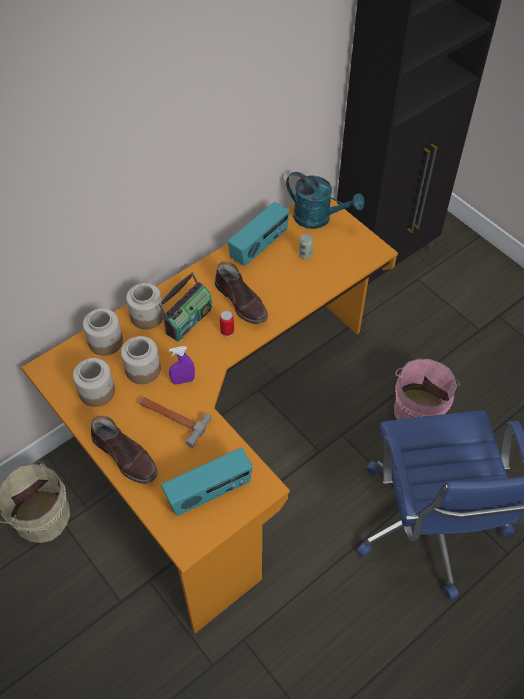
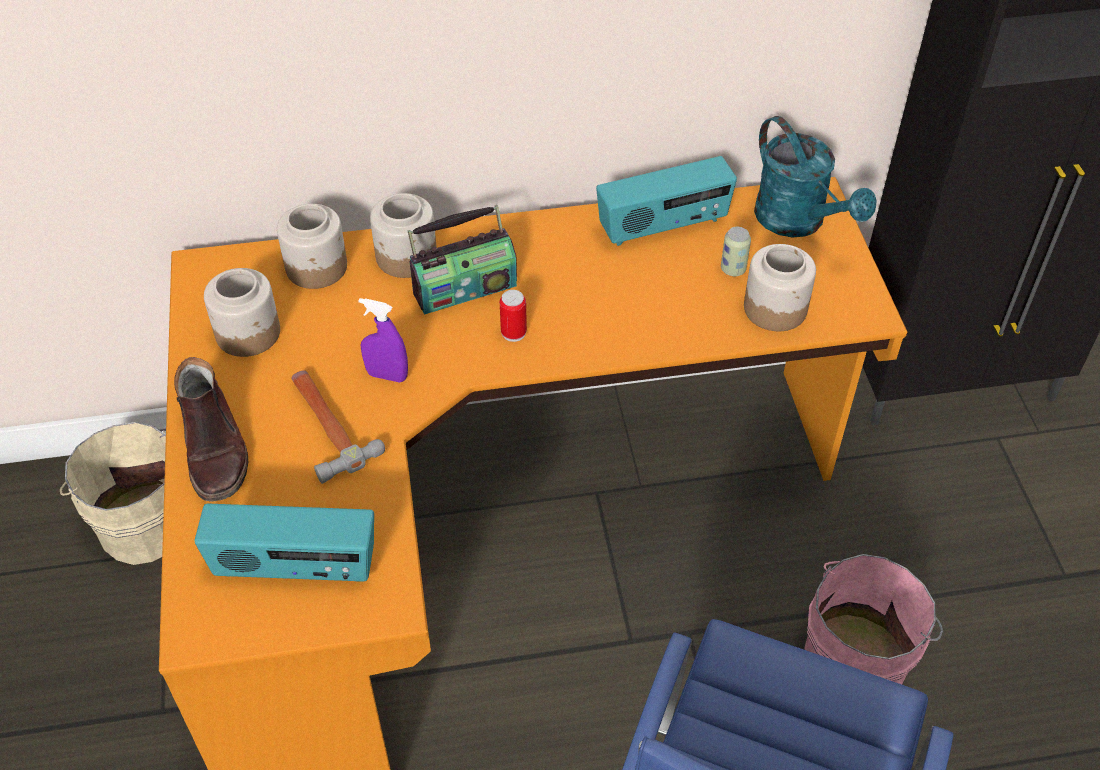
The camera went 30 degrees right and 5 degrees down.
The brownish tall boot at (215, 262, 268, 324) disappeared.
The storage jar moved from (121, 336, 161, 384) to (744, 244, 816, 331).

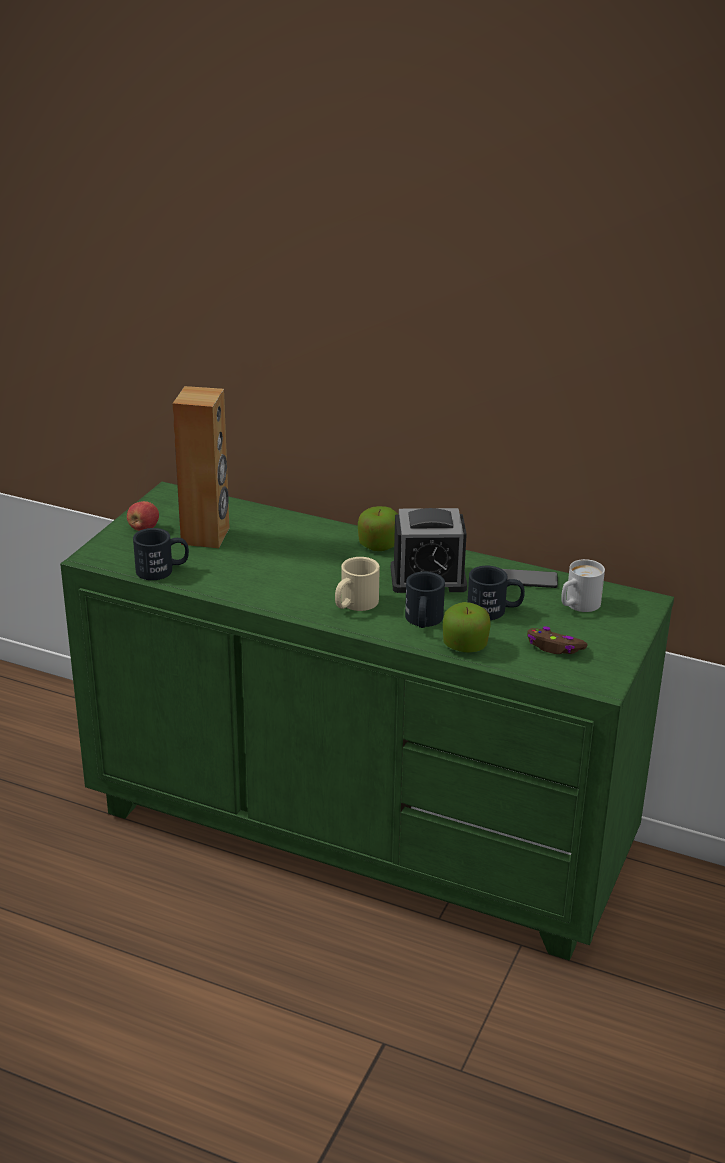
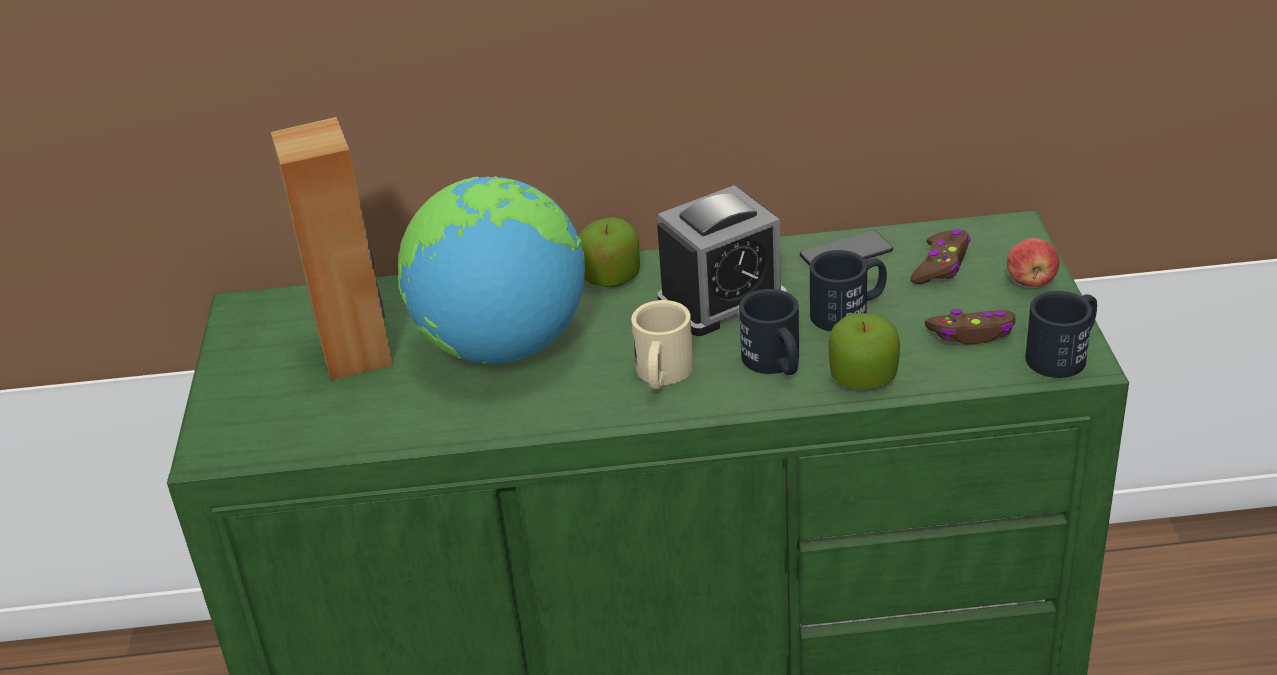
The camera went 25 degrees left and 5 degrees up.
The apple moved from (127, 501, 159, 531) to (1007, 238, 1060, 287).
The blackish mug moved from (133, 528, 189, 580) to (1025, 291, 1097, 378).
The whitish mug at (561, 559, 605, 612) was replaced by the brownish joypad at (911, 229, 970, 284).
The globe at (398, 176, 585, 364) appeared.

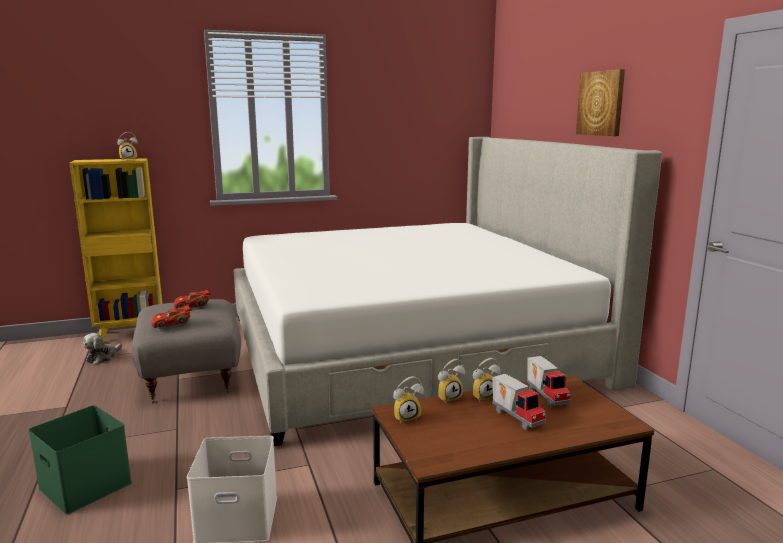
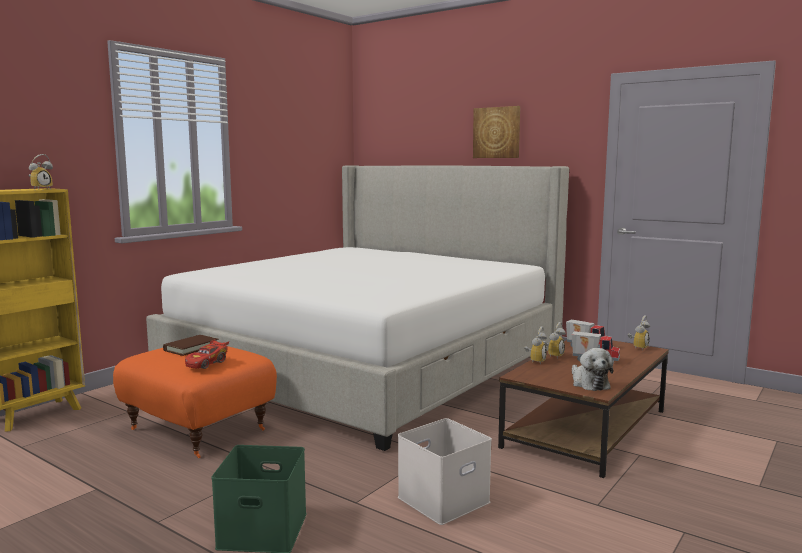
The camera went 35 degrees left and 5 degrees down.
The red-coloured miniature car at (174, 288, 211, 309) was replaced by the brownish volume at (163, 335, 219, 356).
The greyish ottoman at (132, 299, 241, 403) became the orange-coloured ottoman at (113, 346, 277, 458).
The plush toy moved from (83, 333, 122, 364) to (572, 348, 613, 391).
The bedside clock moved from (393, 376, 424, 423) to (628, 315, 650, 349).

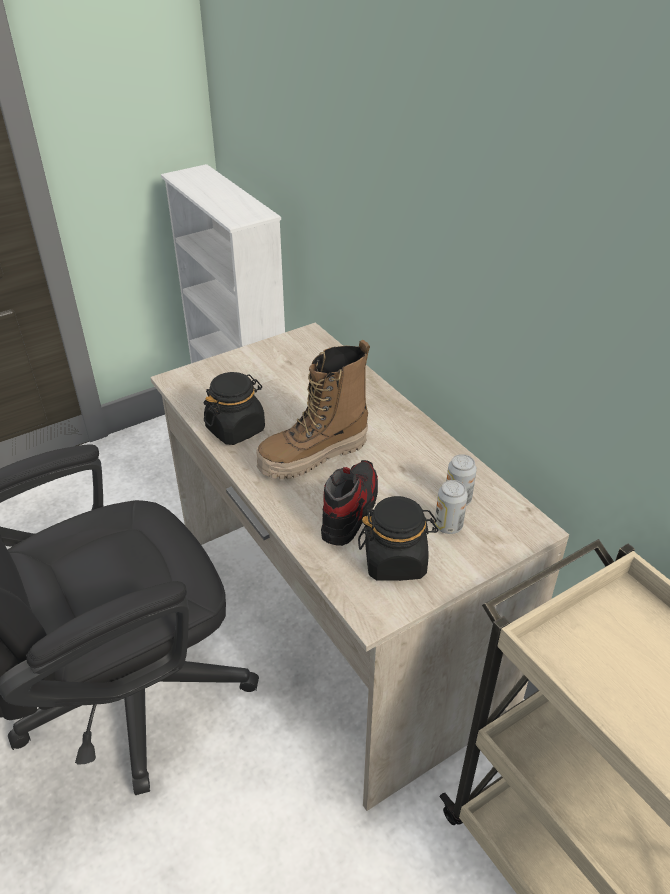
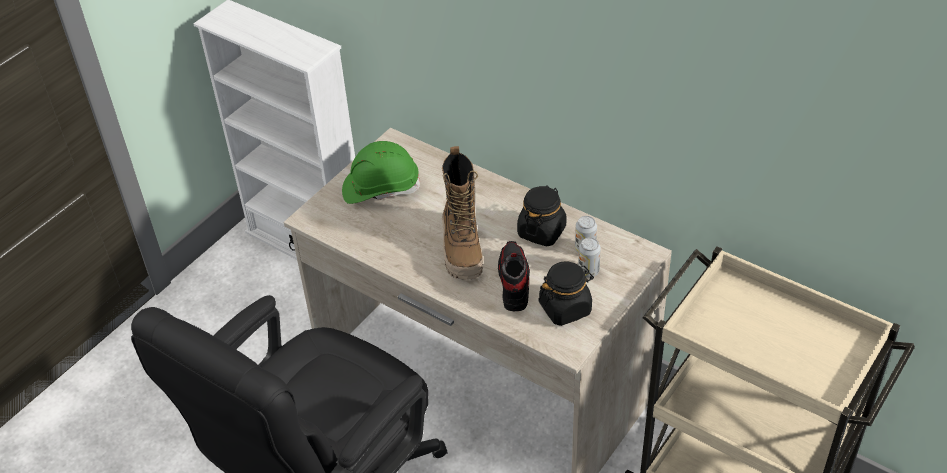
The camera went 20 degrees left and 5 degrees up.
The tall boot at (256, 339, 370, 479) turned 45 degrees counterclockwise.
The blackish storage jar moved from (204, 372, 265, 445) to (517, 185, 566, 246).
The green-coloured hard hat at (342, 141, 420, 204) appeared.

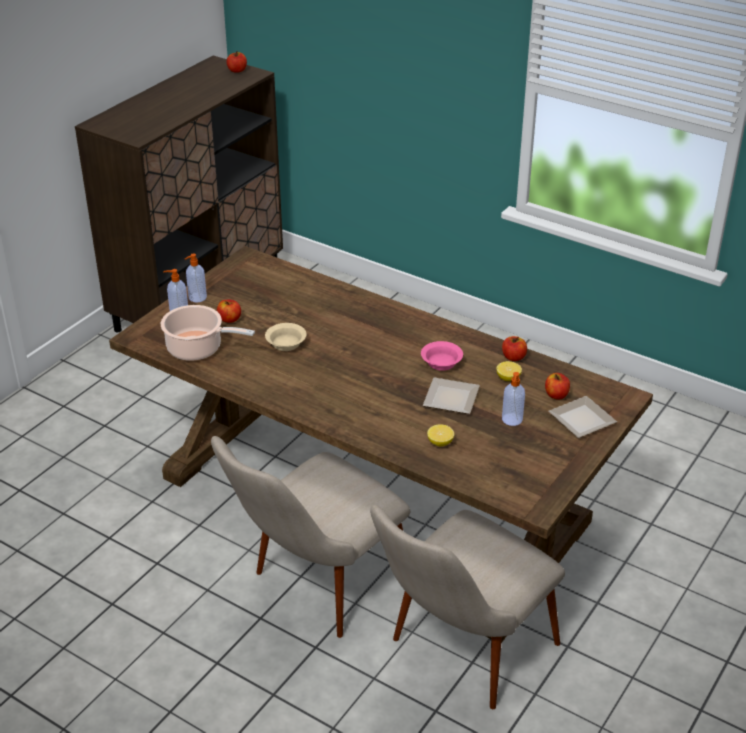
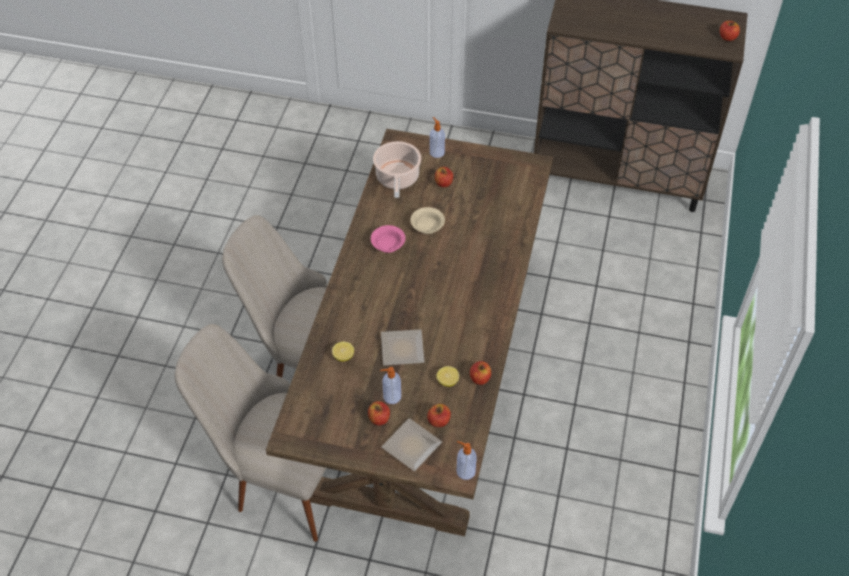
The camera went 70 degrees right and 15 degrees up.
The liquid soap bottle moved from (185, 253, 207, 302) to (457, 441, 477, 480).
The pink deep dish moved from (421, 341, 463, 371) to (371, 225, 406, 253).
The apple at (368, 401, 390, 425) appeared.

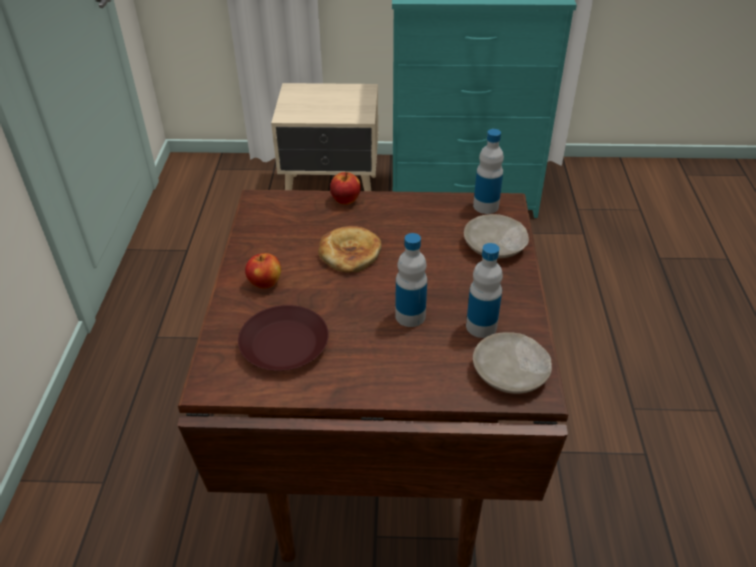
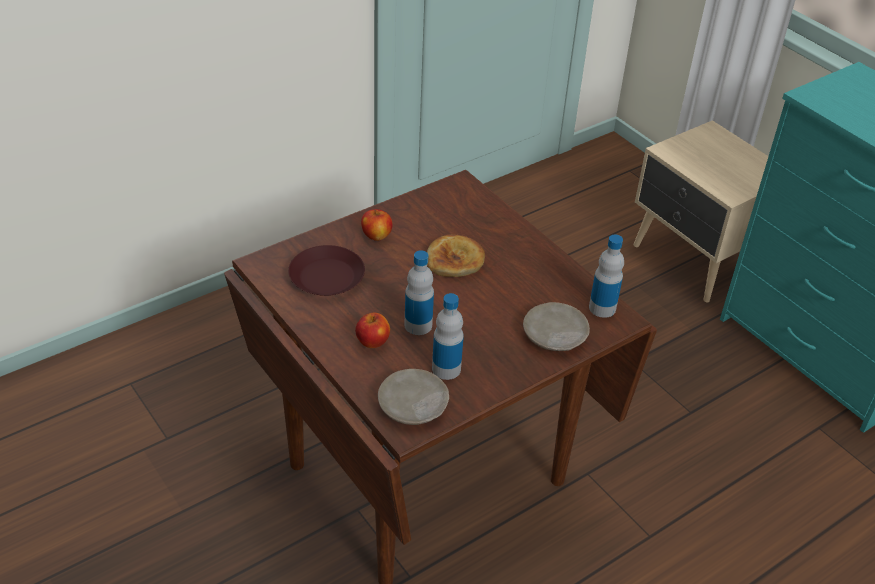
The camera went 50 degrees right and 0 degrees up.
The apple moved from (330, 172, 361, 205) to (355, 313, 390, 348).

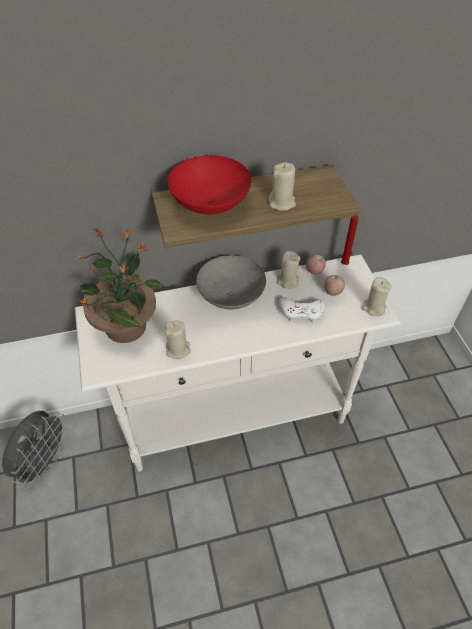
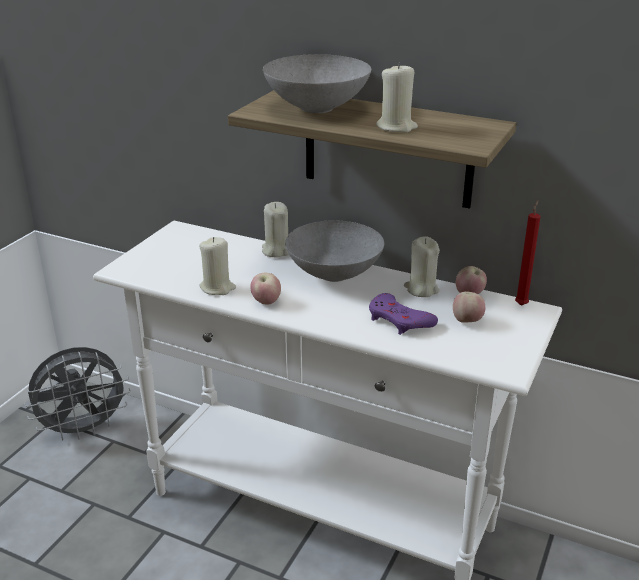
The camera went 40 degrees right and 20 degrees down.
The red-coloured deep dish at (167, 155, 252, 215) became the greyish deep dish at (263, 54, 371, 113).
The plant in a pot at (76, 228, 165, 343) disappeared.
The beige-coloured candle moved from (362, 277, 392, 316) to (262, 202, 289, 257).
The whitish joypad at (279, 297, 325, 323) became the purple-coloured joypad at (369, 293, 438, 335).
The apple at (250, 273, 281, 304) appeared.

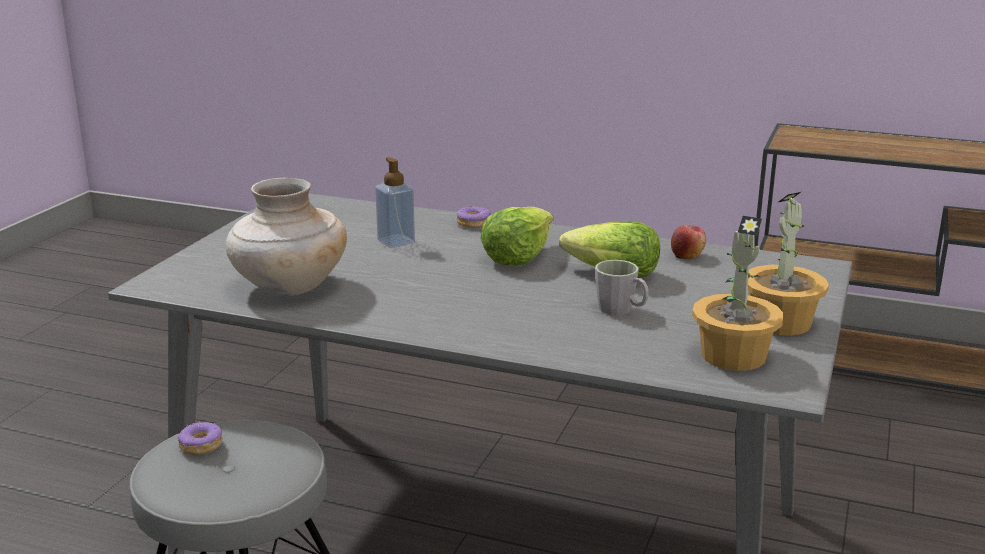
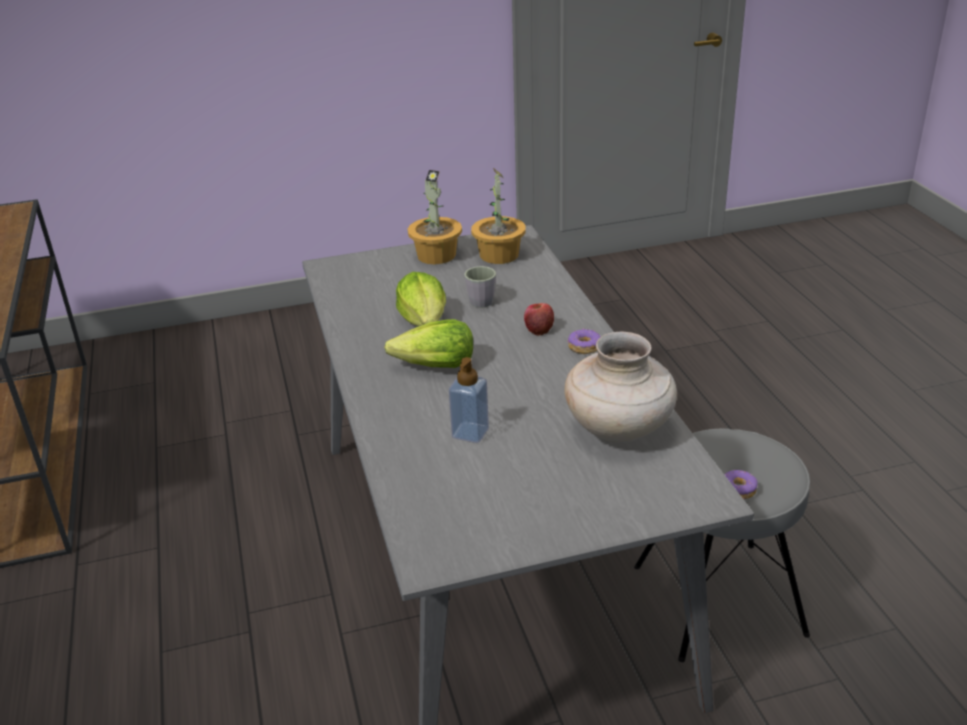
The camera went 125 degrees left and 10 degrees up.
The donut moved from (457, 206, 491, 228) to (567, 328, 601, 354).
The apple moved from (671, 225, 706, 259) to (524, 303, 554, 336).

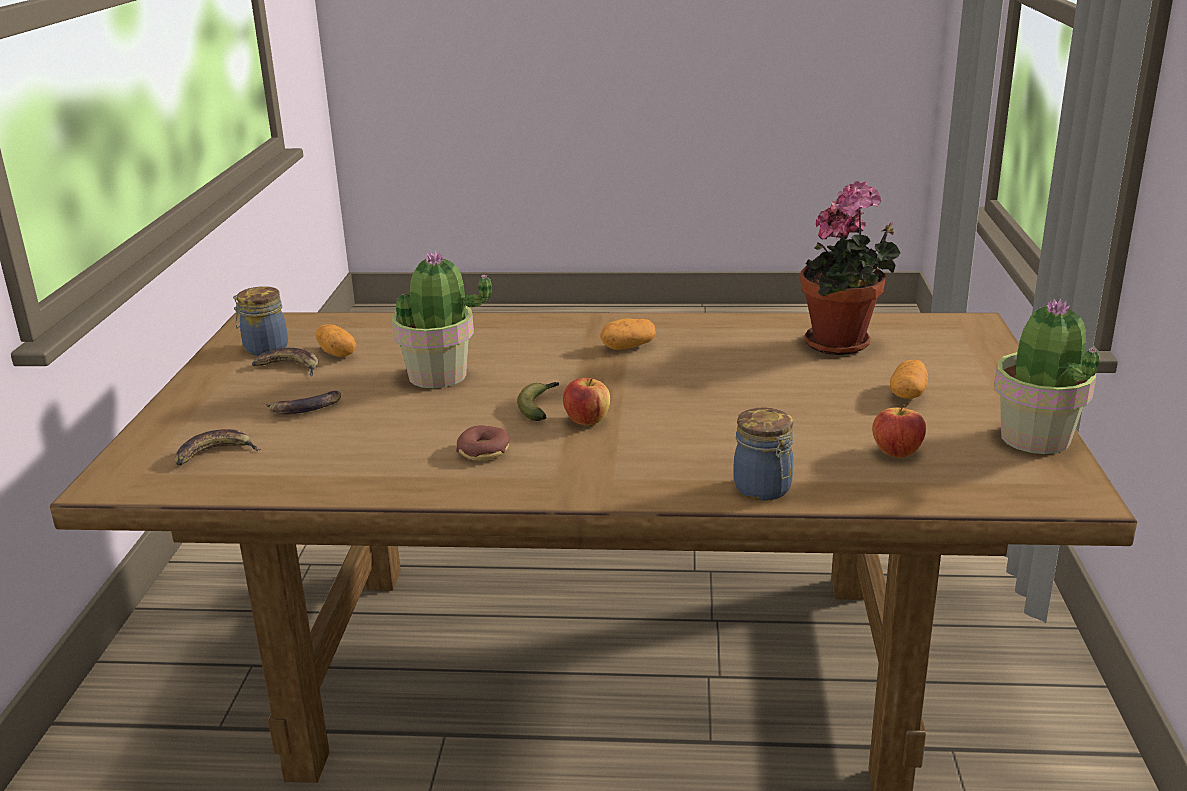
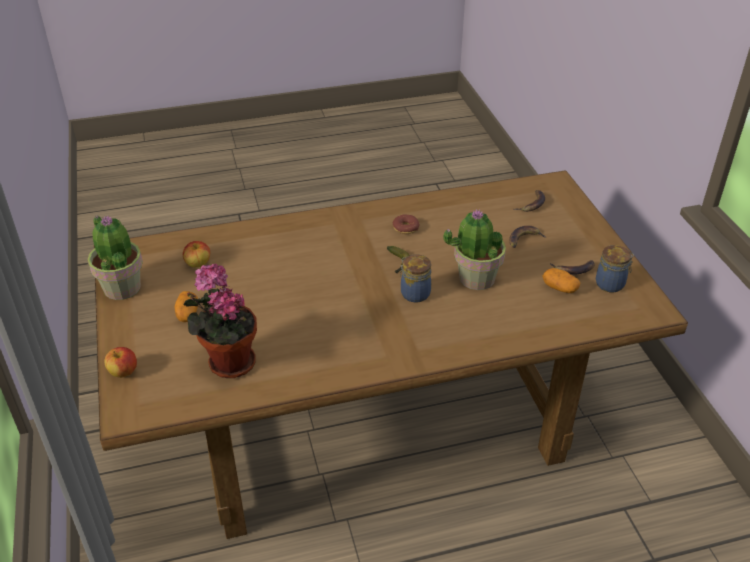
The camera went 160 degrees right and 15 degrees up.
The whole potato at (600, 318, 656, 350) disappeared.
The apple moved from (563, 378, 610, 426) to (105, 347, 137, 378).
The storage jar moved from (733, 407, 793, 501) to (400, 254, 431, 303).

